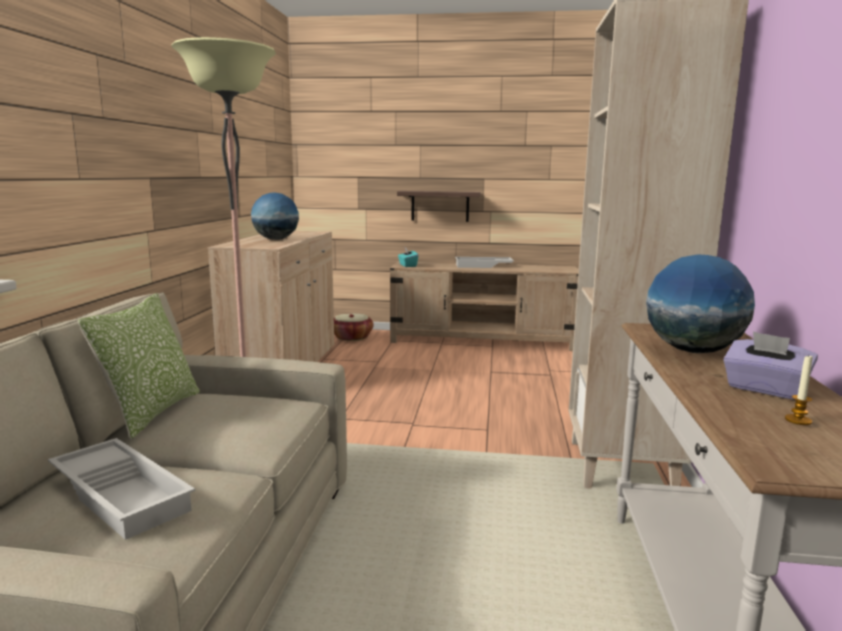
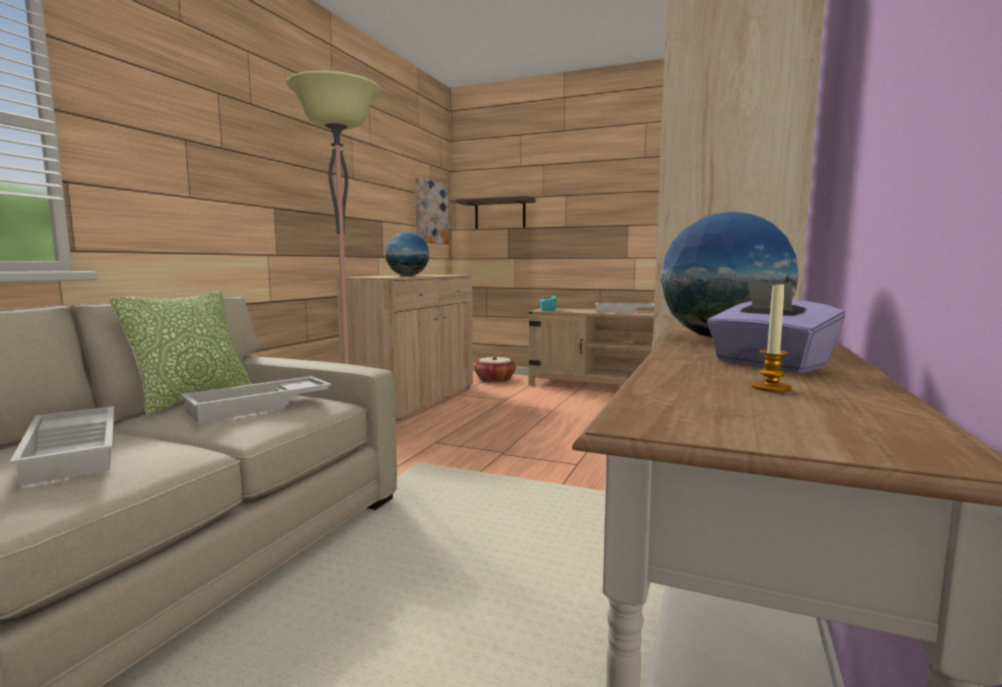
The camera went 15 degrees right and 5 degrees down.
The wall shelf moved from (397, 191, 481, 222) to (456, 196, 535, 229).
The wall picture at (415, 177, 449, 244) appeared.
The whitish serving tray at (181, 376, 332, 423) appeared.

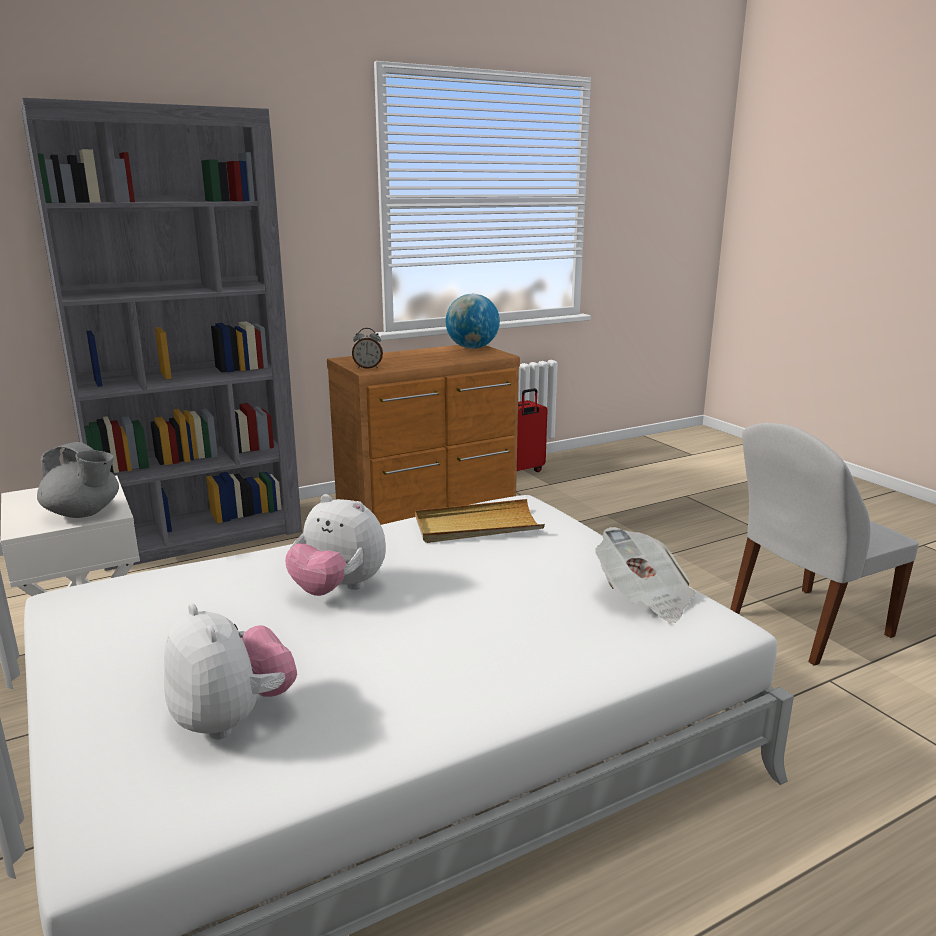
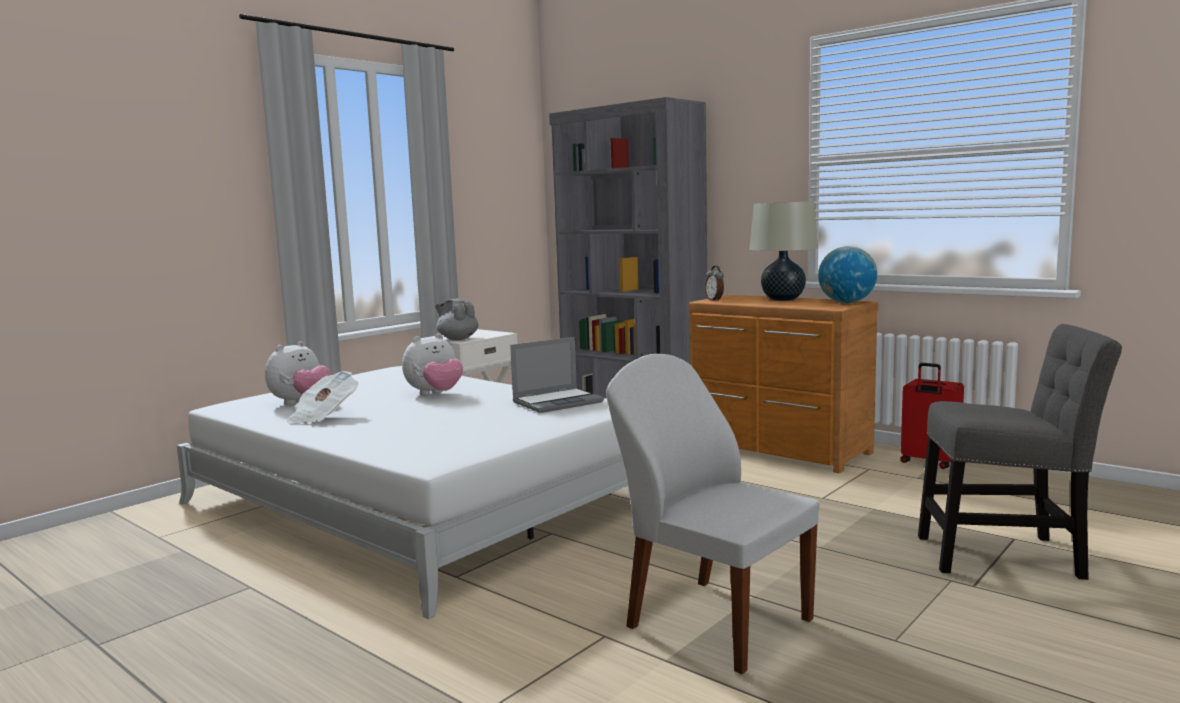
The camera went 70 degrees right and 10 degrees down.
The greyish pot for tea at (37, 442, 119, 518) turned 120 degrees clockwise.
The plush toy at (285, 494, 386, 596) turned 135 degrees counterclockwise.
The beige-coloured serving tray at (415, 499, 545, 543) was replaced by the laptop at (510, 337, 604, 413).
The daily paper moved from (595, 527, 696, 623) to (287, 371, 358, 424).
The beige-coloured tabletop lamp at (749, 201, 818, 301) appeared.
The greyish chair at (918, 324, 1122, 580) appeared.

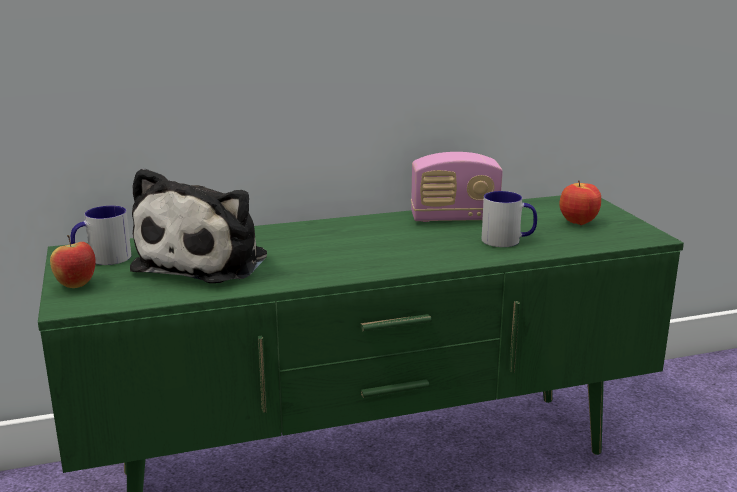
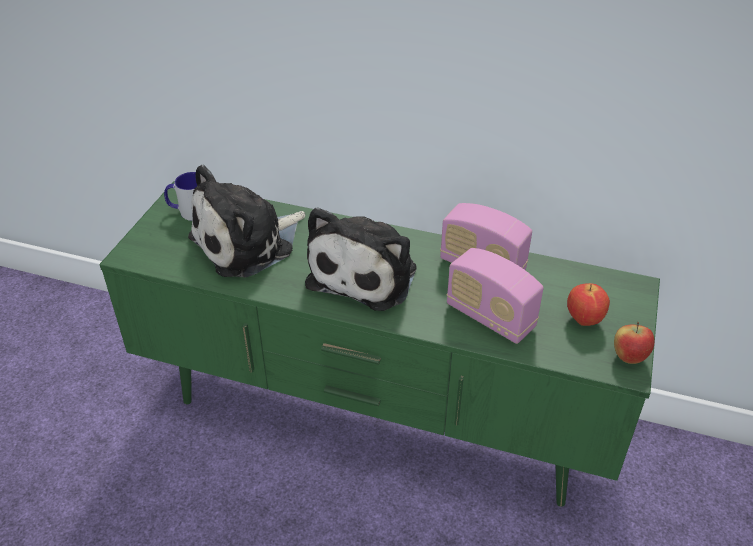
The camera went 35 degrees right and 20 degrees up.
The mug at (482, 191, 537, 247) was replaced by the radio at (447, 248, 544, 344).
The apple moved from (50, 235, 96, 288) to (614, 322, 655, 364).
The plush toy at (305, 207, 416, 311) appeared.

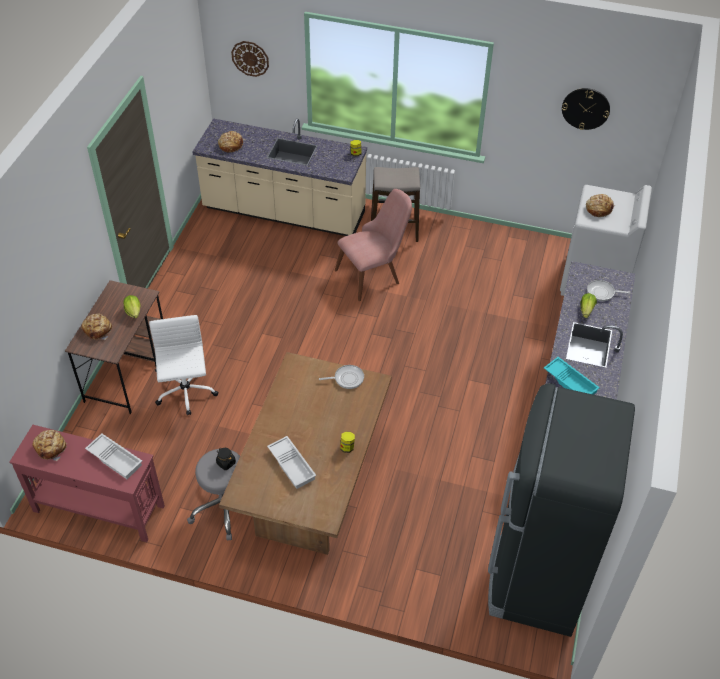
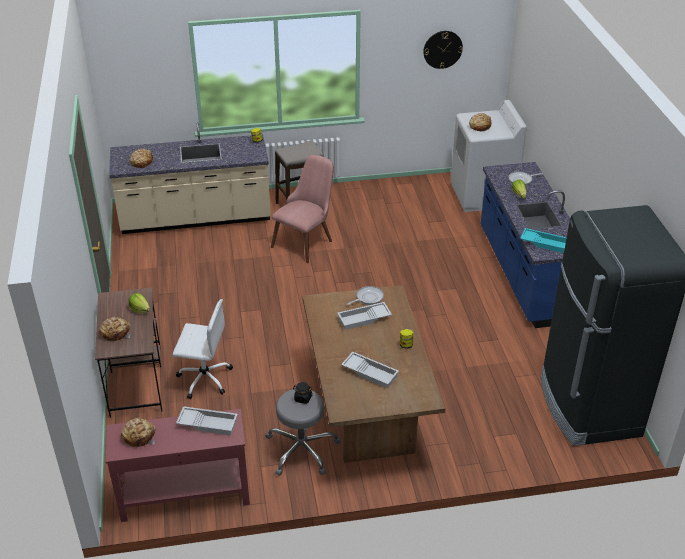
The camera went 25 degrees left and 10 degrees down.
The clock on the wall at (231, 41, 269, 77) disappeared.
The whitish office chair at (149, 315, 219, 416) turned 135 degrees clockwise.
The whitish serving tray at (337, 302, 392, 330) appeared.

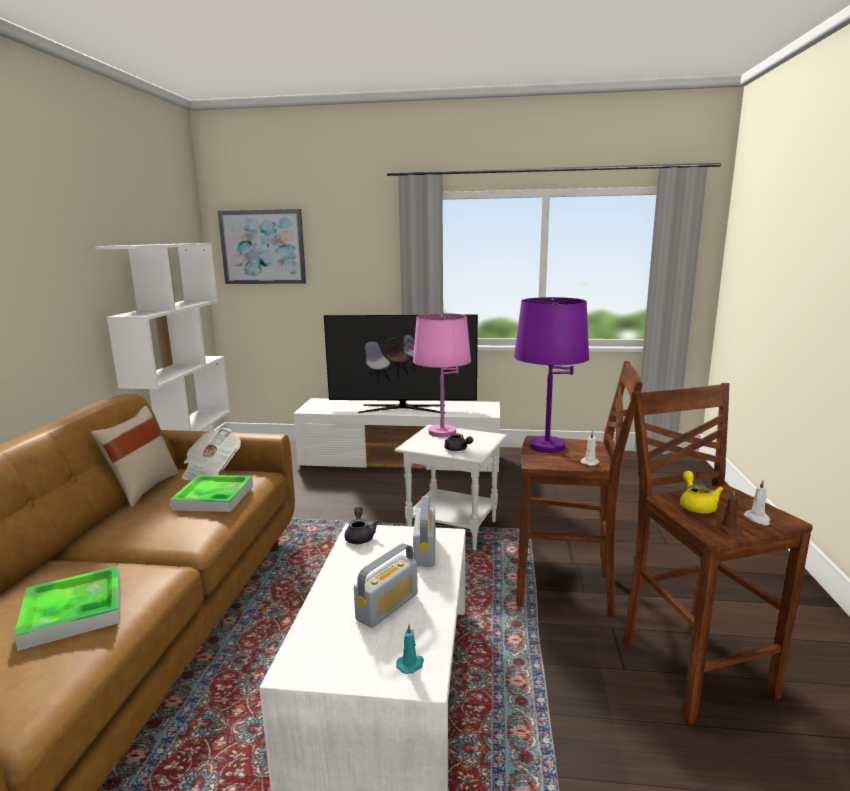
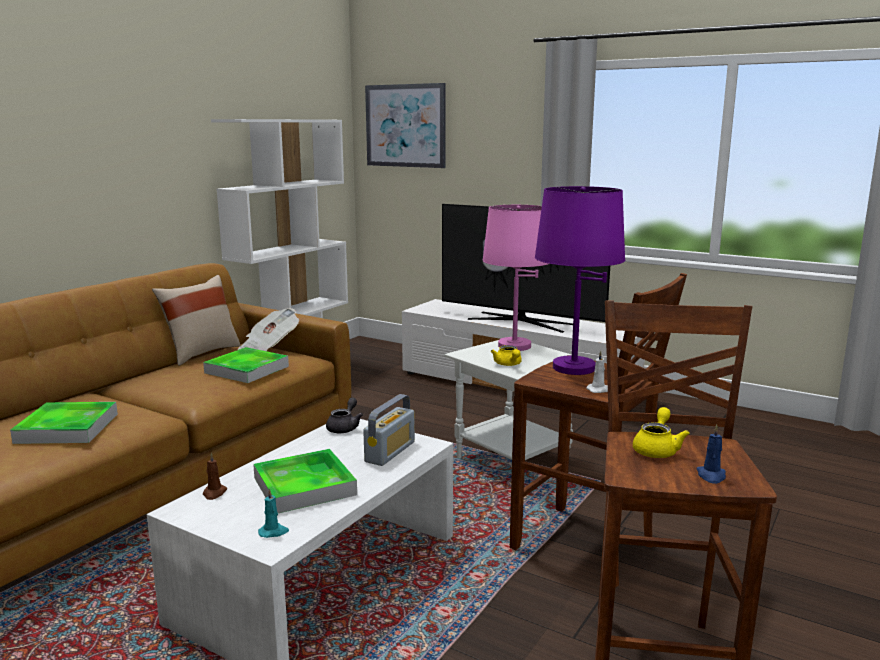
The camera went 25 degrees right and 0 degrees up.
The greyish pot for tea at (444, 433, 473, 451) became the yellow-coloured pot for tea at (491, 345, 522, 366).
The whitish candle at (744, 480, 770, 525) became the bluish candle at (696, 425, 726, 484).
The brownish candle moved from (715, 490, 742, 537) to (203, 453, 227, 500).
The radio at (354, 543, 418, 628) was replaced by the serving tray at (253, 449, 357, 513).

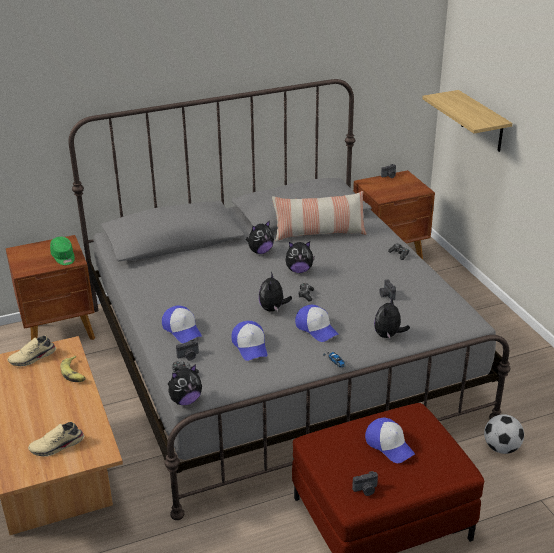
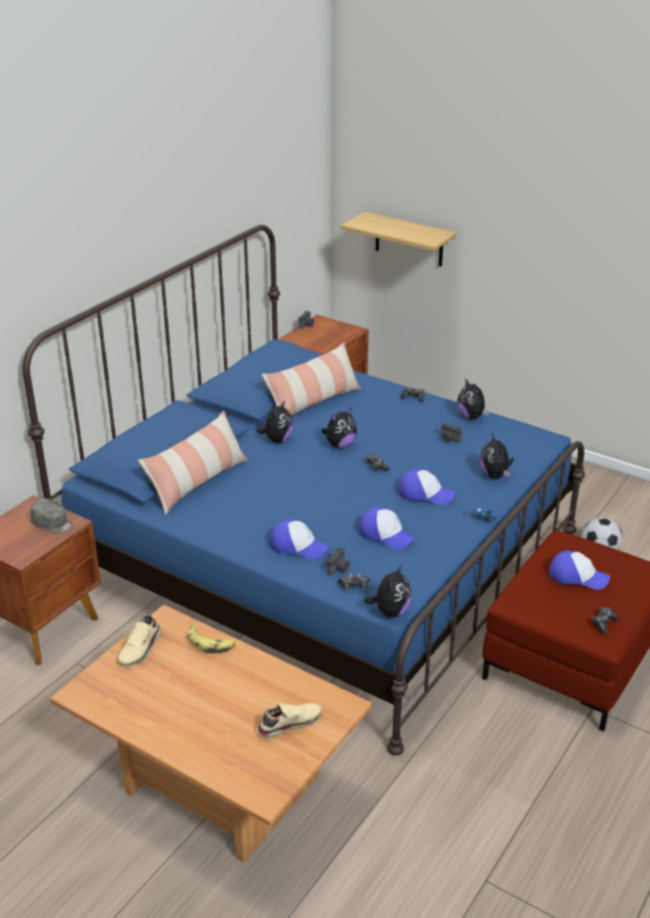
The camera went 35 degrees left and 0 degrees up.
The greyish bedroom bed at (68, 79, 511, 520) became the bluish bedroom bed at (23, 225, 585, 755).
The green-coloured peaked cap at (50, 237, 75, 265) became the greyish peaked cap at (31, 499, 74, 533).
The plush toy moved from (259, 272, 292, 311) to (457, 378, 489, 420).
The beige-coloured shoe at (28, 422, 84, 457) turned 150 degrees counterclockwise.
The photo camera at (352, 471, 378, 496) was replaced by the joypad at (592, 607, 619, 634).
The throw pillow at (138, 410, 248, 515) appeared.

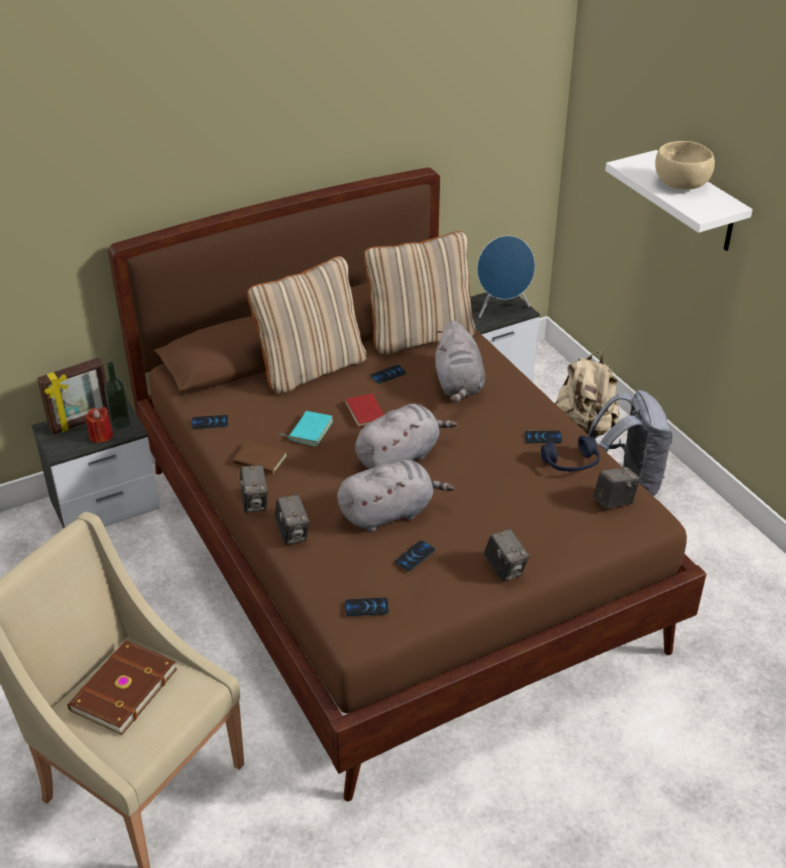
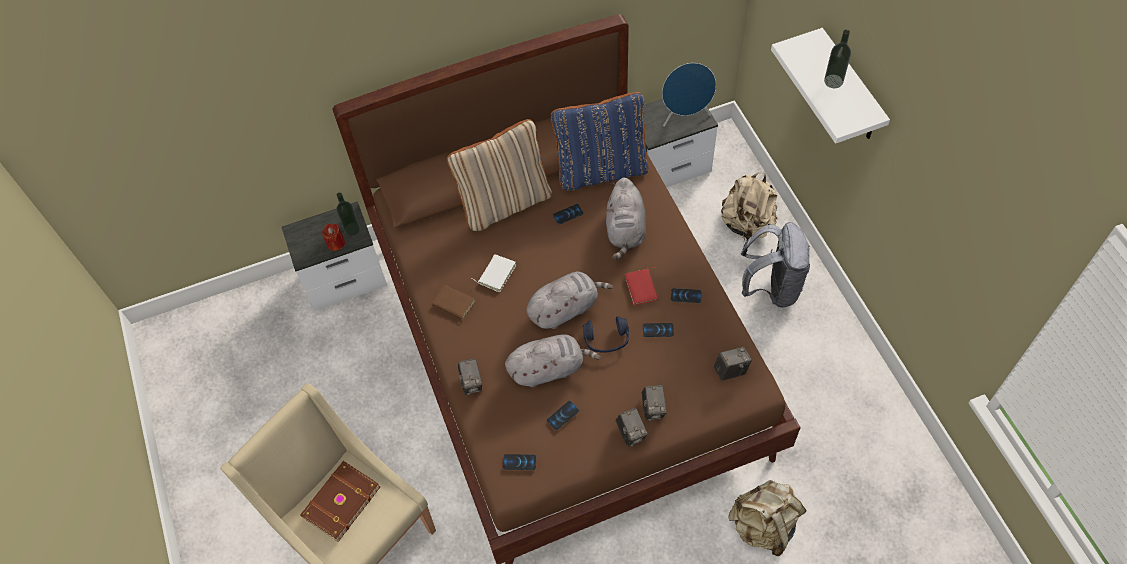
The camera went 10 degrees right and 20 degrees up.
The beige-coloured deep dish at (655, 141, 715, 190) was replaced by the bottle at (824, 30, 851, 88).
The beige-coloured throw pillow at (364, 231, 475, 354) became the bluish throw pillow at (551, 92, 649, 191).
The standing frame at (37, 357, 109, 434) disappeared.
The red-coloured volume moved from (345, 392, 384, 427) to (625, 267, 658, 305).
The turquoise-coloured volume at (283, 411, 333, 446) became the whitish volume at (471, 254, 516, 292).
The telephone moved from (192, 415, 228, 429) to (643, 323, 674, 337).
The bluish headset moved from (541, 435, 600, 471) to (583, 316, 629, 353).
The photo camera moved from (240, 465, 268, 513) to (641, 385, 667, 421).
The beige-coloured backpack at (728, 480, 807, 556) appeared.

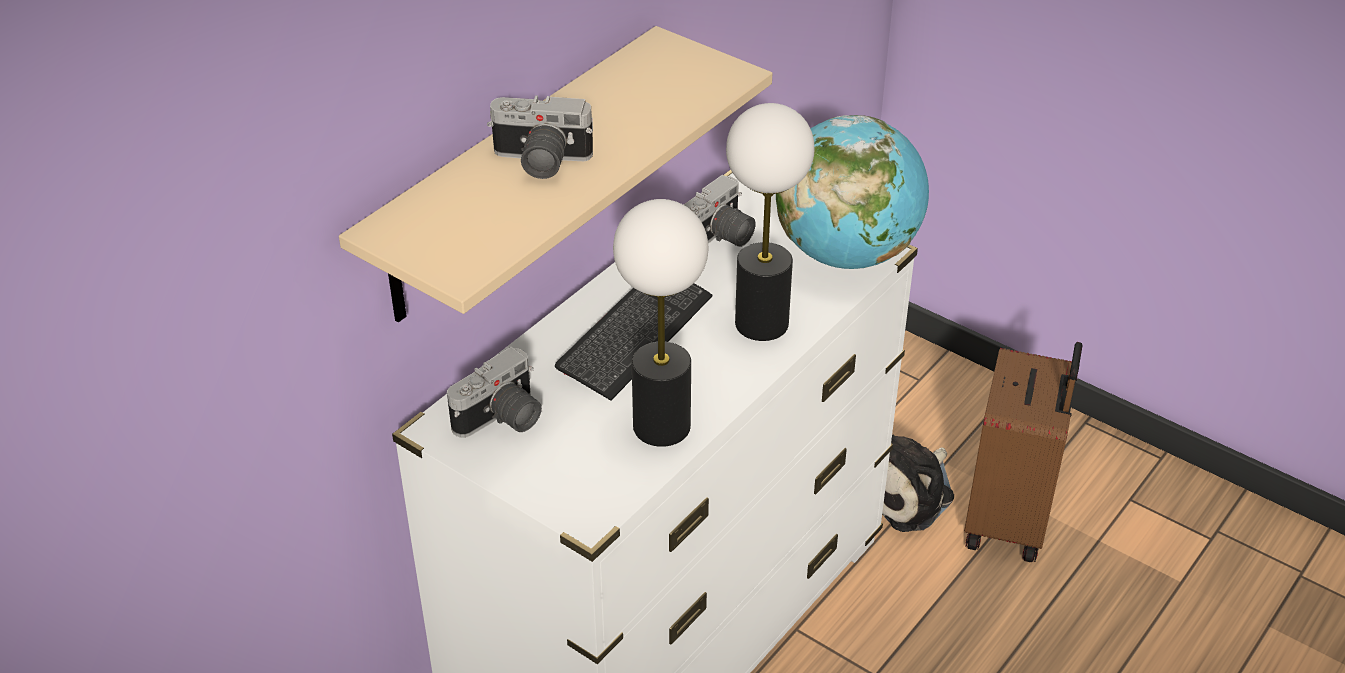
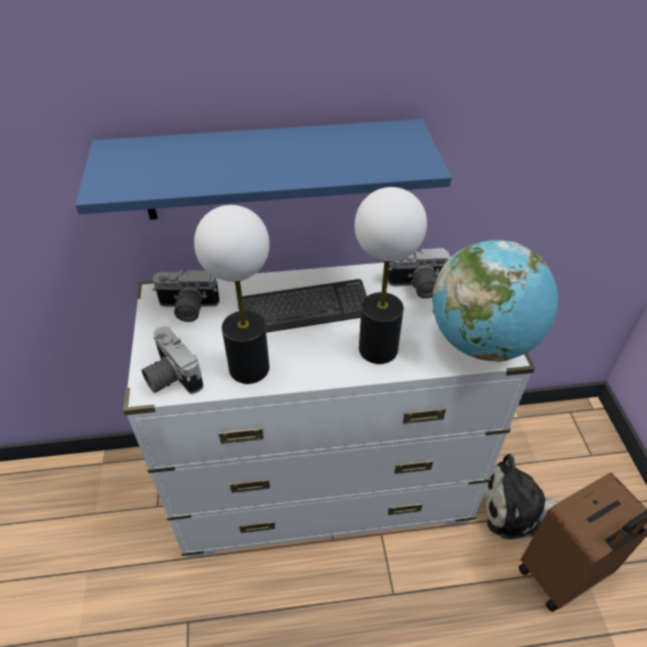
The camera went 45 degrees right and 5 degrees up.
The beige-coloured wall shelf at (339, 26, 772, 323) became the bluish wall shelf at (76, 119, 452, 220).
The photo camera moved from (487, 95, 593, 179) to (141, 326, 203, 394).

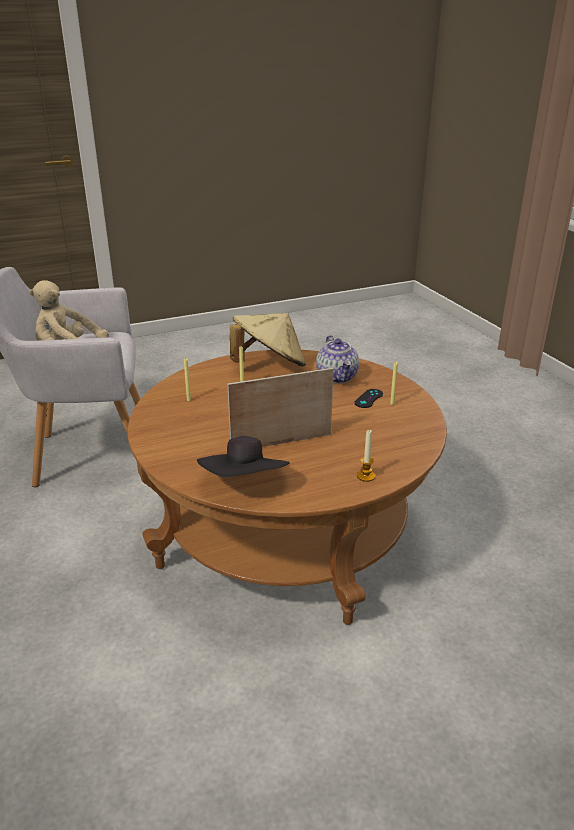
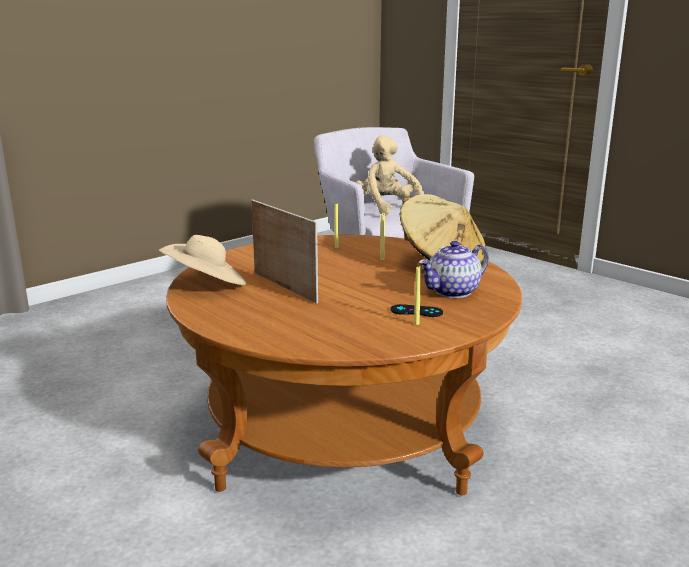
The camera went 70 degrees right and 10 degrees down.
The candle at (357, 430, 375, 482) disappeared.
The blackish hat at (197, 436, 290, 477) became the beige-coloured hat at (158, 235, 246, 285).

